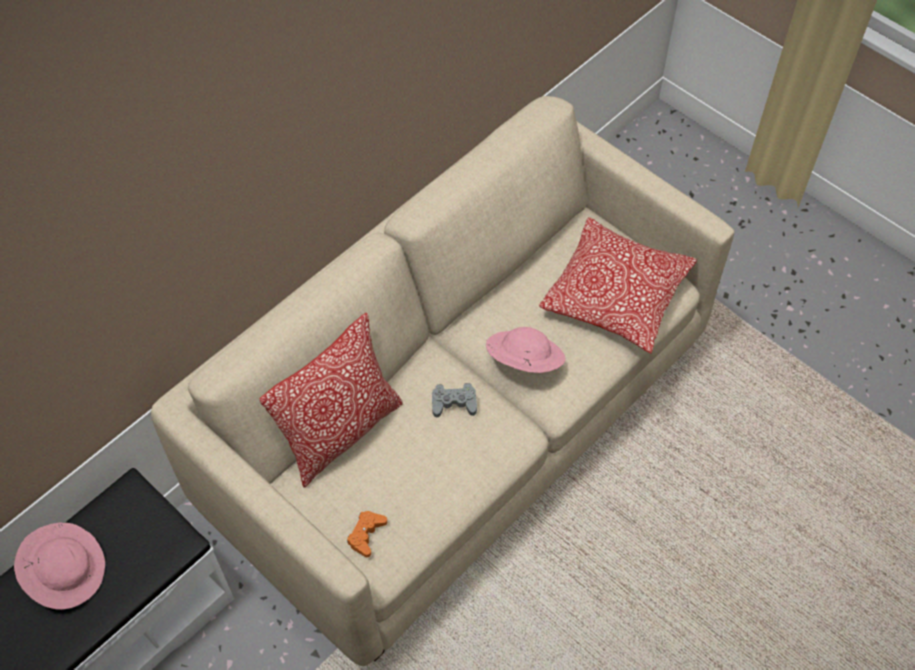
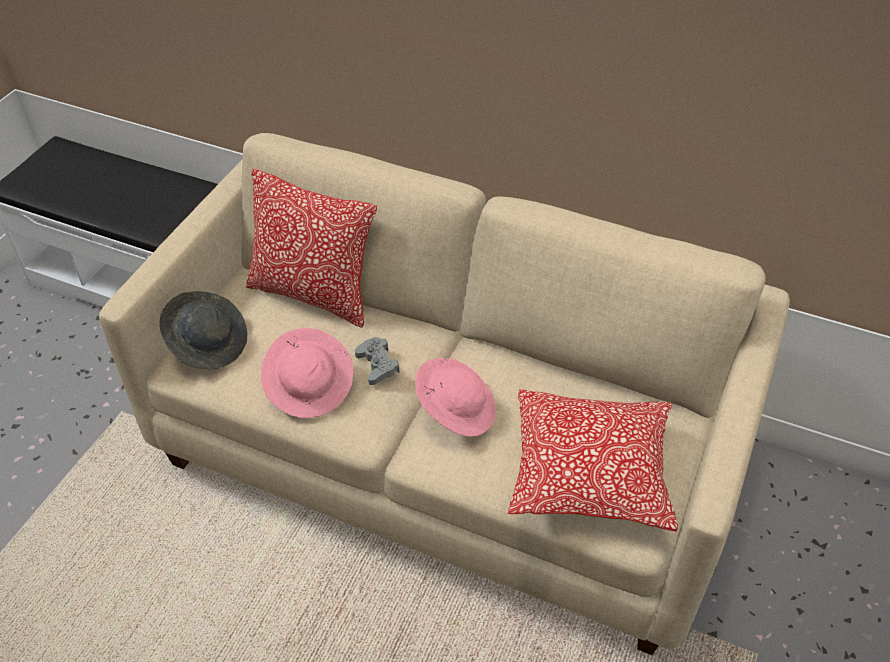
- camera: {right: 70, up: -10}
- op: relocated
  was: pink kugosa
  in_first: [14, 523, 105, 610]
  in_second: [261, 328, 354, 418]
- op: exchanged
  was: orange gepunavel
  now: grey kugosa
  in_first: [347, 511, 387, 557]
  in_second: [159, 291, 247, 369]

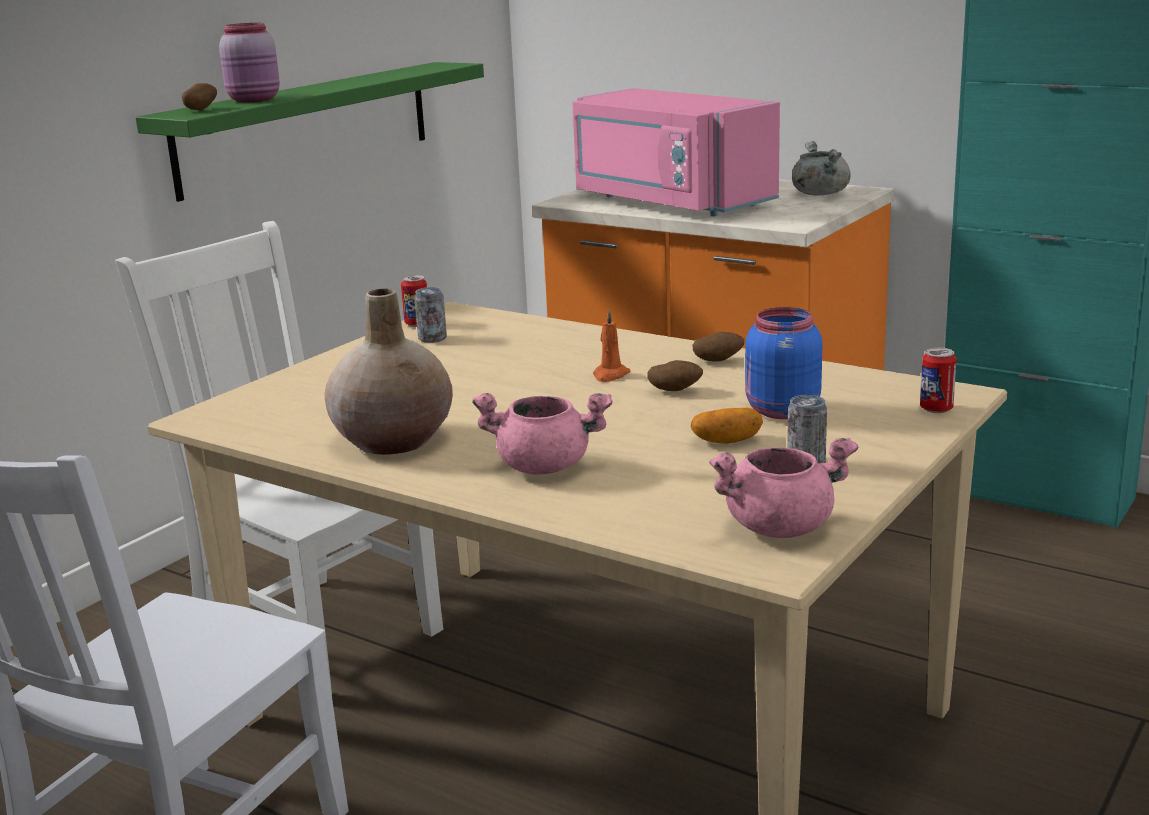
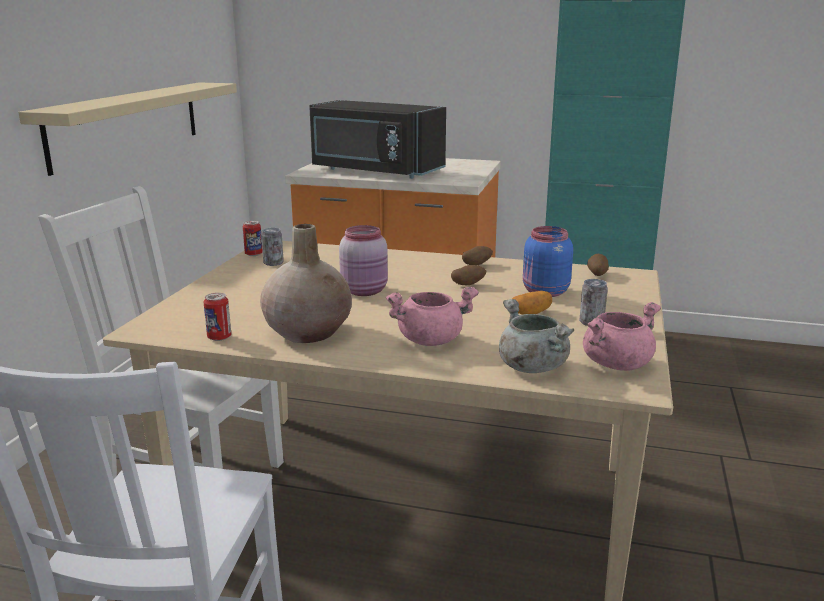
- camera: {right: -20, up: 0}
- op: missing
  was: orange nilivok
  in_first: [593, 310, 630, 382]
- op: relocated
  was: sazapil
  in_first: [182, 83, 217, 110]
  in_second: [587, 254, 609, 276]
- op: relocated
  was: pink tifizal
  in_first: [219, 23, 280, 103]
  in_second: [339, 225, 388, 296]
- op: relocated
  was: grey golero
  in_first: [792, 141, 851, 195]
  in_second: [499, 299, 574, 373]
- op: relocated
  was: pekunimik
  in_first: [920, 348, 957, 413]
  in_second: [203, 293, 231, 341]
- op: colour
  was: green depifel
  now: beige depifel
  in_first: [136, 62, 484, 202]
  in_second: [18, 82, 237, 176]
- op: colour
  was: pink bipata
  now: black bipata
  in_first: [572, 88, 780, 216]
  in_second: [310, 100, 446, 179]

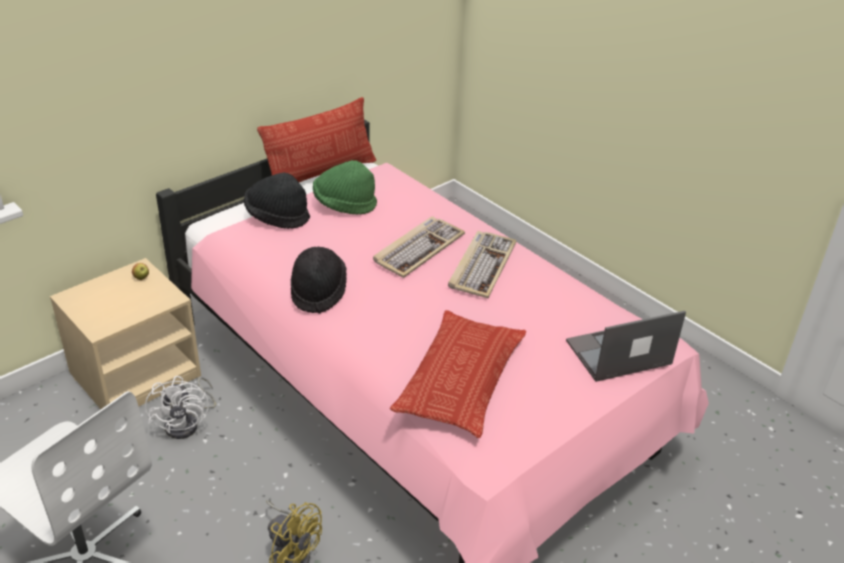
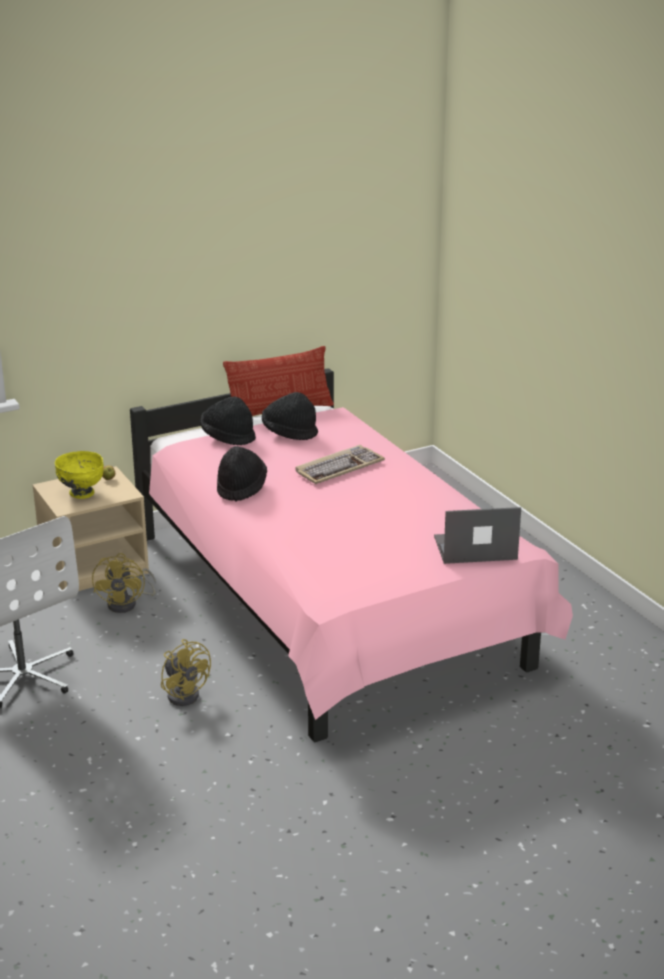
- camera: {right: 15, up: -10}
- op: missing
  was: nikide
  in_first: [390, 310, 526, 438]
- op: missing
  was: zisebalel
  in_first: [448, 231, 516, 298]
- op: appeared
  now: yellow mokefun
  in_second: [55, 451, 104, 499]
- op: colour
  was: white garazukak
  now: yellow garazukak
  in_first: [145, 376, 216, 439]
  in_second: [92, 553, 156, 613]
- op: colour
  was: green kugosa
  now: black kugosa
  in_first: [313, 160, 377, 215]
  in_second: [262, 392, 318, 440]

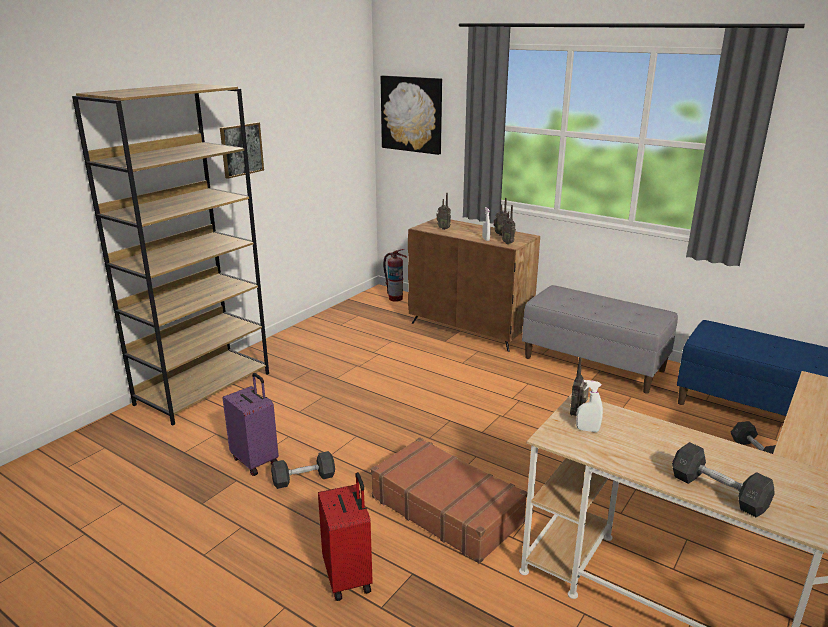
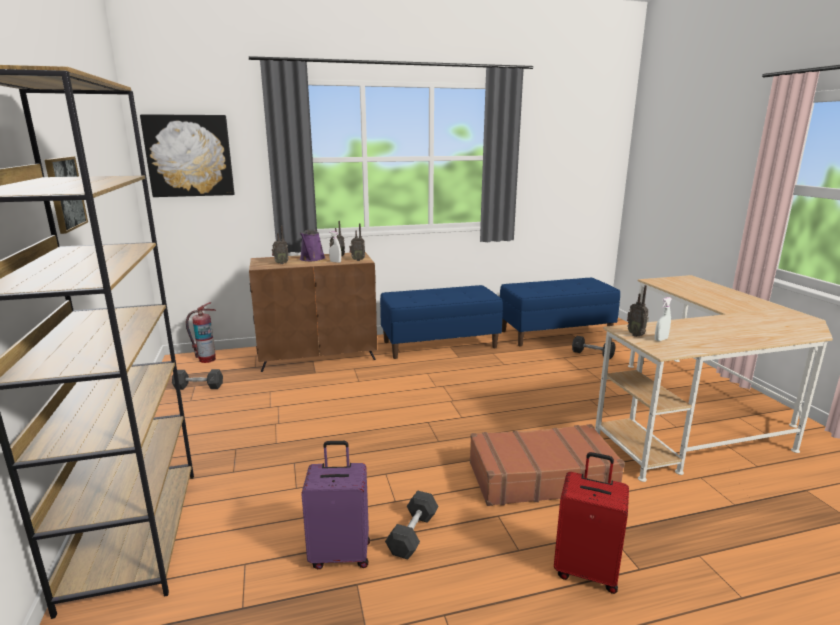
- camera: {right: -50, up: -5}
- op: appeared
  now: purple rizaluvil
  in_second: [300, 230, 325, 261]
- op: relocated
  was: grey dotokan
  in_first: [672, 442, 774, 517]
  in_second: [172, 369, 223, 390]
- op: colour
  was: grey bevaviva
  now: blue bevaviva
  in_first: [522, 285, 678, 393]
  in_second: [380, 285, 503, 359]

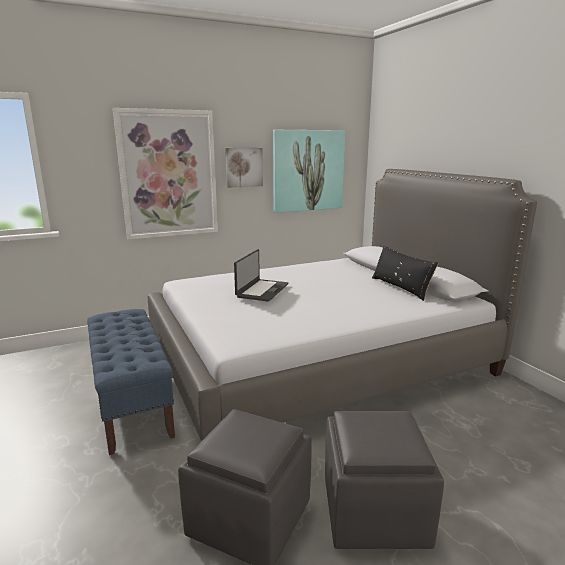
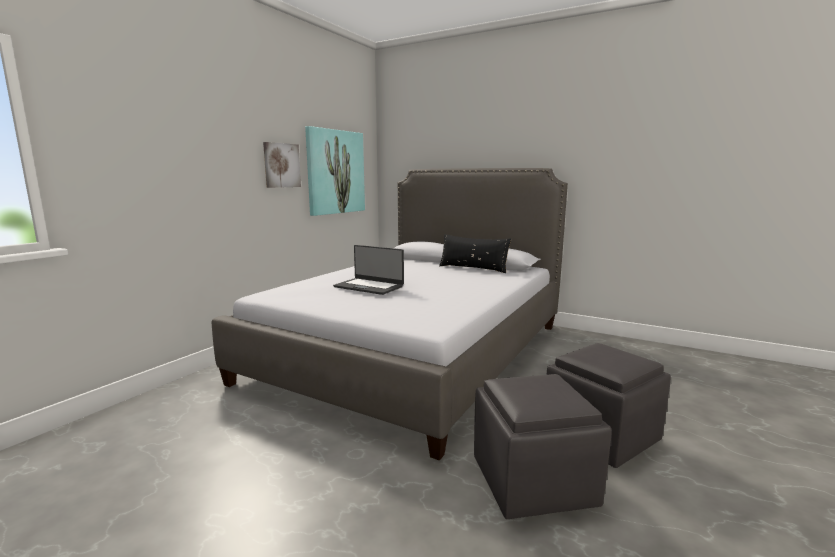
- camera: {right: -35, up: -5}
- op: missing
  was: blue bevaviva
  in_first: [87, 309, 175, 455]
- op: missing
  was: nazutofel
  in_first: [113, 108, 218, 240]
- op: spun
  was: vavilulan
  in_first: [234, 249, 288, 302]
  in_second: [333, 245, 404, 295]
  clockwise: 135

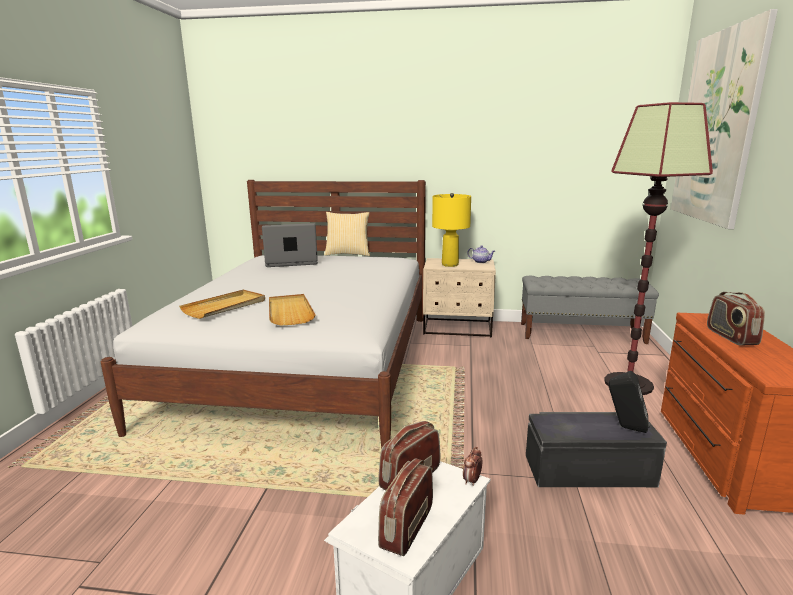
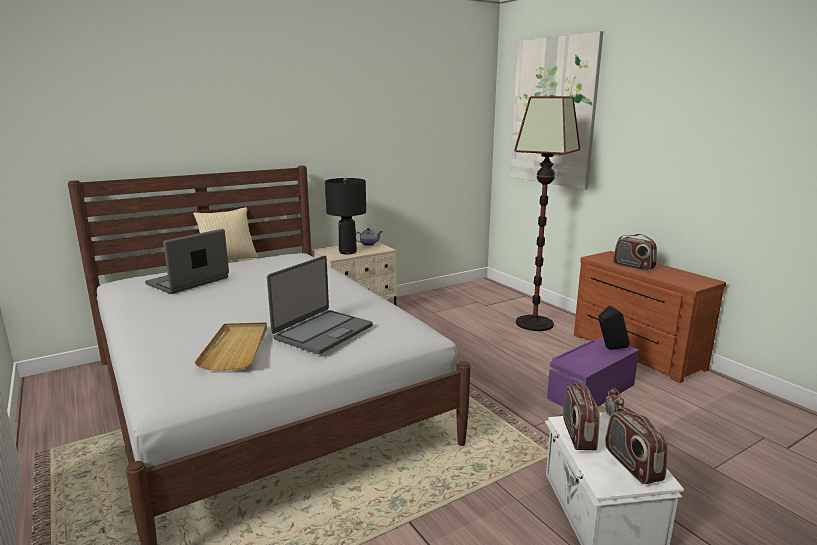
- camera: {right: -40, up: 0}
- op: missing
  was: grey bevaviva
  in_first: [521, 276, 659, 344]
- op: exchanged
  was: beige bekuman
  now: vavilulan
  in_first: [269, 294, 316, 326]
  in_second: [267, 256, 373, 354]
- op: colour
  was: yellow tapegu
  now: black tapegu
  in_first: [432, 193, 471, 267]
  in_second: [325, 177, 366, 255]
- op: colour
  was: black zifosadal
  now: purple zifosadal
  in_first: [526, 412, 667, 487]
  in_second: [547, 338, 639, 407]

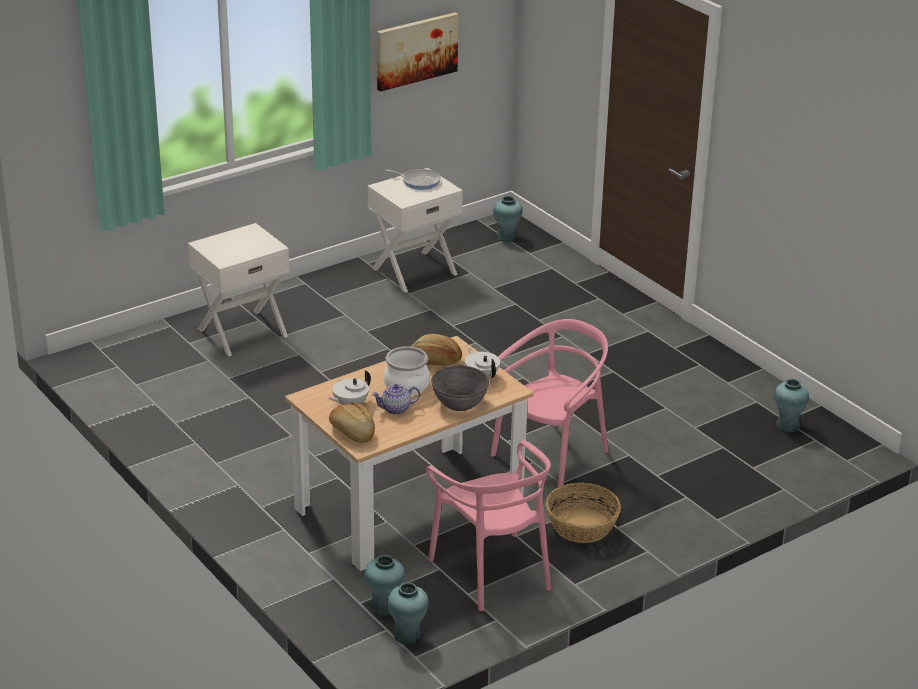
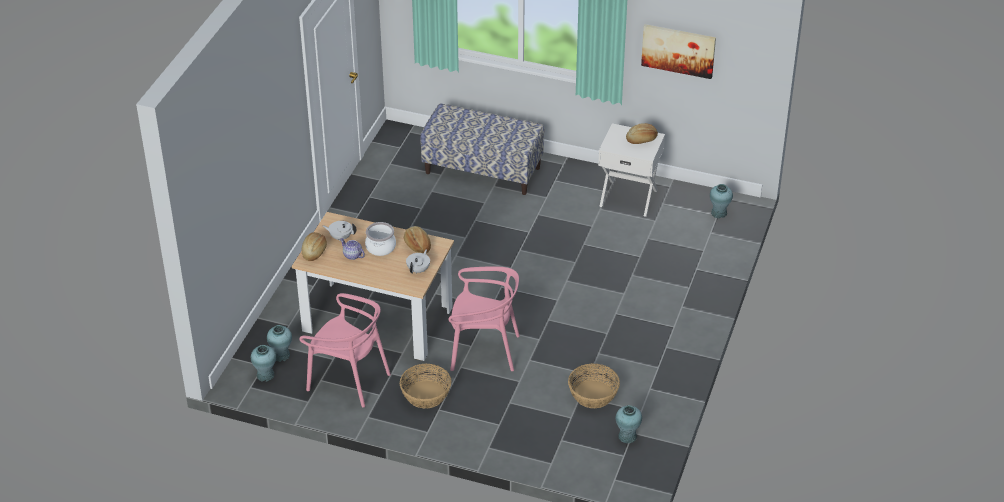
- camera: {right: 55, up: 10}
- op: missing
  was: grey mokefun
  in_first: [431, 366, 489, 411]
- op: appeared
  now: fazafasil
  in_second: [568, 363, 620, 408]
- op: exchanged
  was: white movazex
  now: bevaviva
  in_first: [188, 223, 290, 356]
  in_second: [420, 104, 544, 195]
- op: exchanged
  was: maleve
  now: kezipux
  in_first: [385, 169, 441, 190]
  in_second: [626, 123, 658, 144]
- op: spun
  was: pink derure
  in_first: [426, 441, 551, 611]
  in_second: [299, 293, 391, 407]
  clockwise: -90

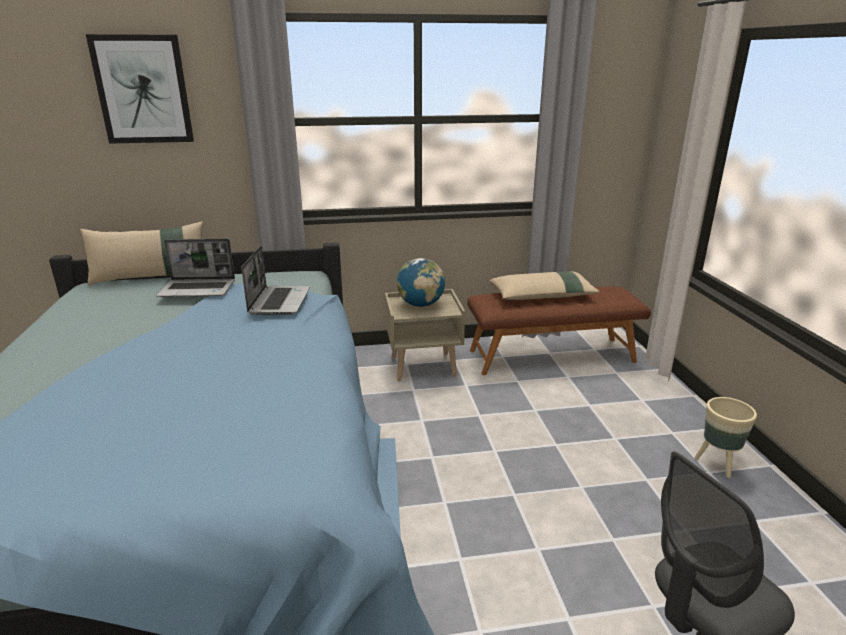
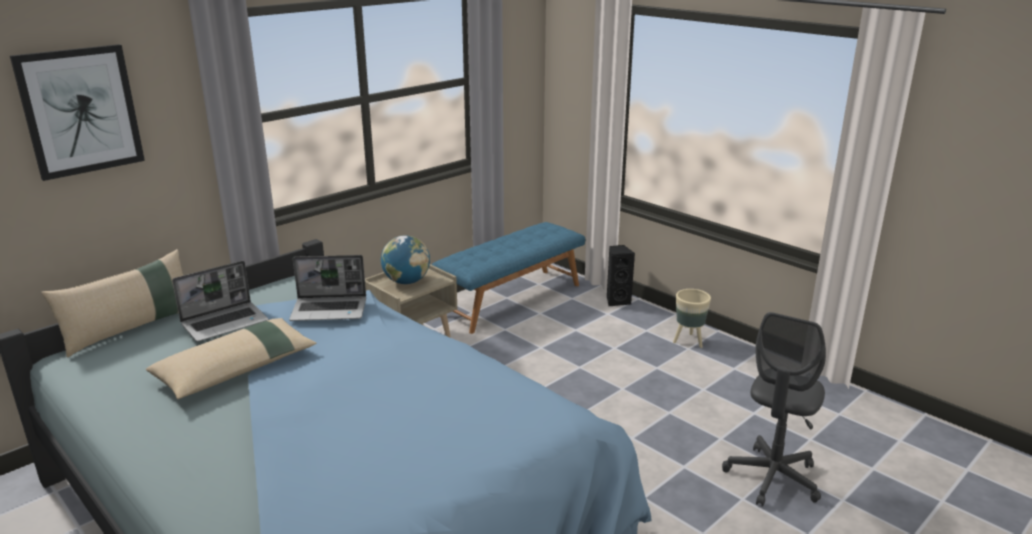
- camera: {right: -35, up: 0}
- op: appeared
  now: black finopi
  in_second: [607, 245, 635, 306]
- op: relocated
  was: beige nikide
  in_first: [489, 271, 600, 300]
  in_second: [146, 318, 317, 399]
- op: colour
  was: brown bevaviva
  now: blue bevaviva
  in_first: [467, 286, 651, 375]
  in_second: [432, 222, 585, 334]
- op: spun
  was: vavilulan
  in_first: [241, 246, 310, 315]
  in_second: [289, 255, 366, 321]
  clockwise: 120

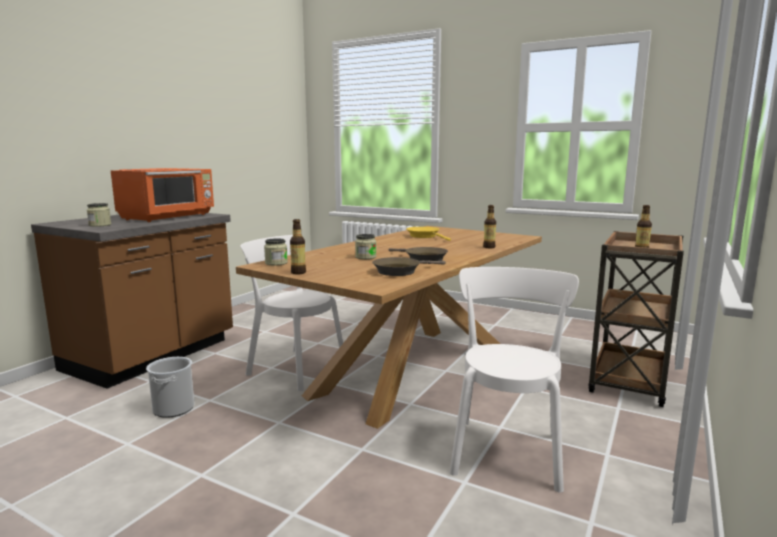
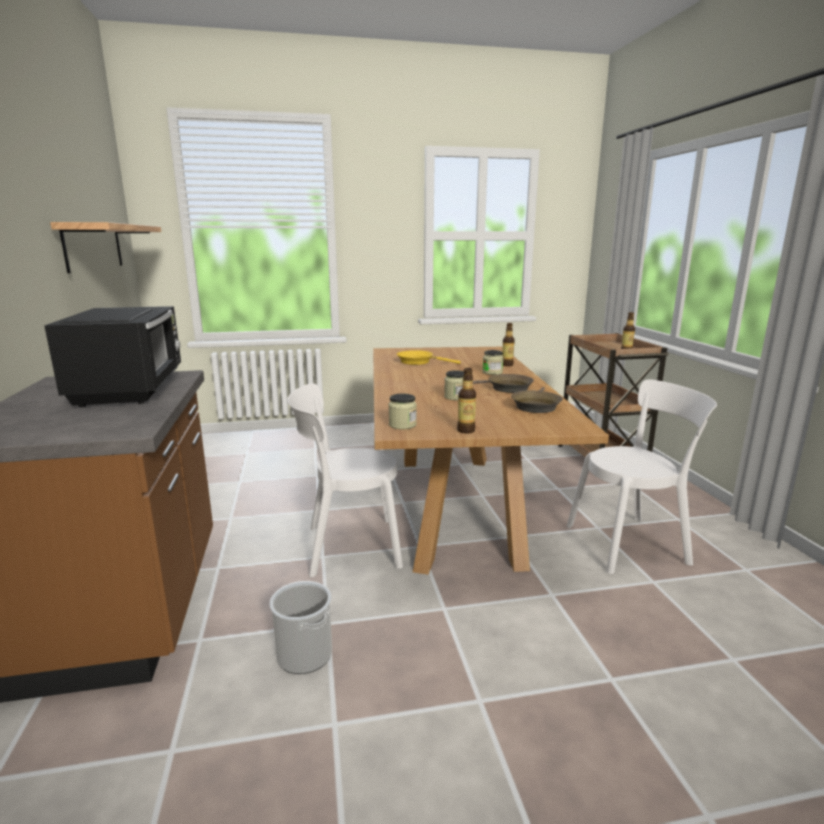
- camera: {right: -40, up: 5}
- op: appeared
  now: depifel
  in_second: [50, 222, 161, 273]
- op: relocated
  was: tifizal
  in_first: [87, 203, 111, 227]
  in_second: [483, 350, 503, 375]
- op: colour
  was: orange bipata
  now: black bipata
  in_first: [111, 168, 214, 222]
  in_second: [44, 306, 181, 407]
- op: spun
  was: white derure
  in_first: [449, 267, 579, 493]
  in_second: [567, 379, 717, 574]
  clockwise: 105

